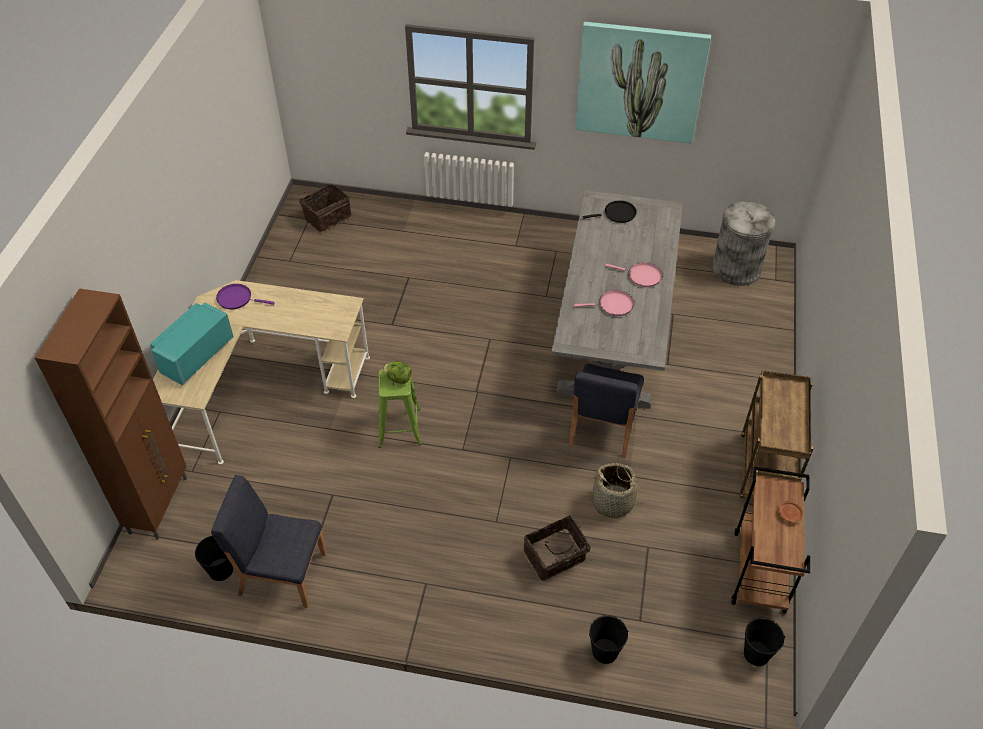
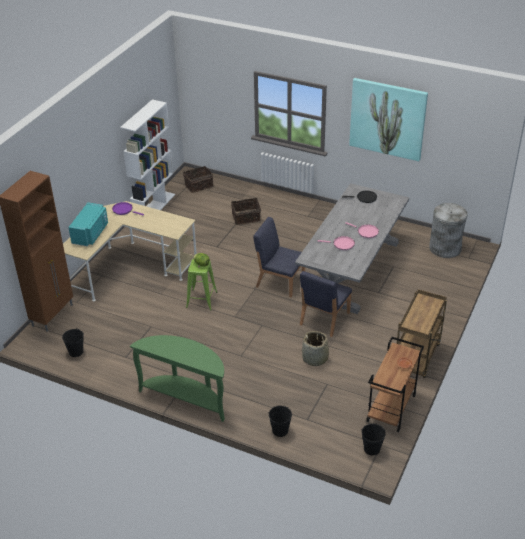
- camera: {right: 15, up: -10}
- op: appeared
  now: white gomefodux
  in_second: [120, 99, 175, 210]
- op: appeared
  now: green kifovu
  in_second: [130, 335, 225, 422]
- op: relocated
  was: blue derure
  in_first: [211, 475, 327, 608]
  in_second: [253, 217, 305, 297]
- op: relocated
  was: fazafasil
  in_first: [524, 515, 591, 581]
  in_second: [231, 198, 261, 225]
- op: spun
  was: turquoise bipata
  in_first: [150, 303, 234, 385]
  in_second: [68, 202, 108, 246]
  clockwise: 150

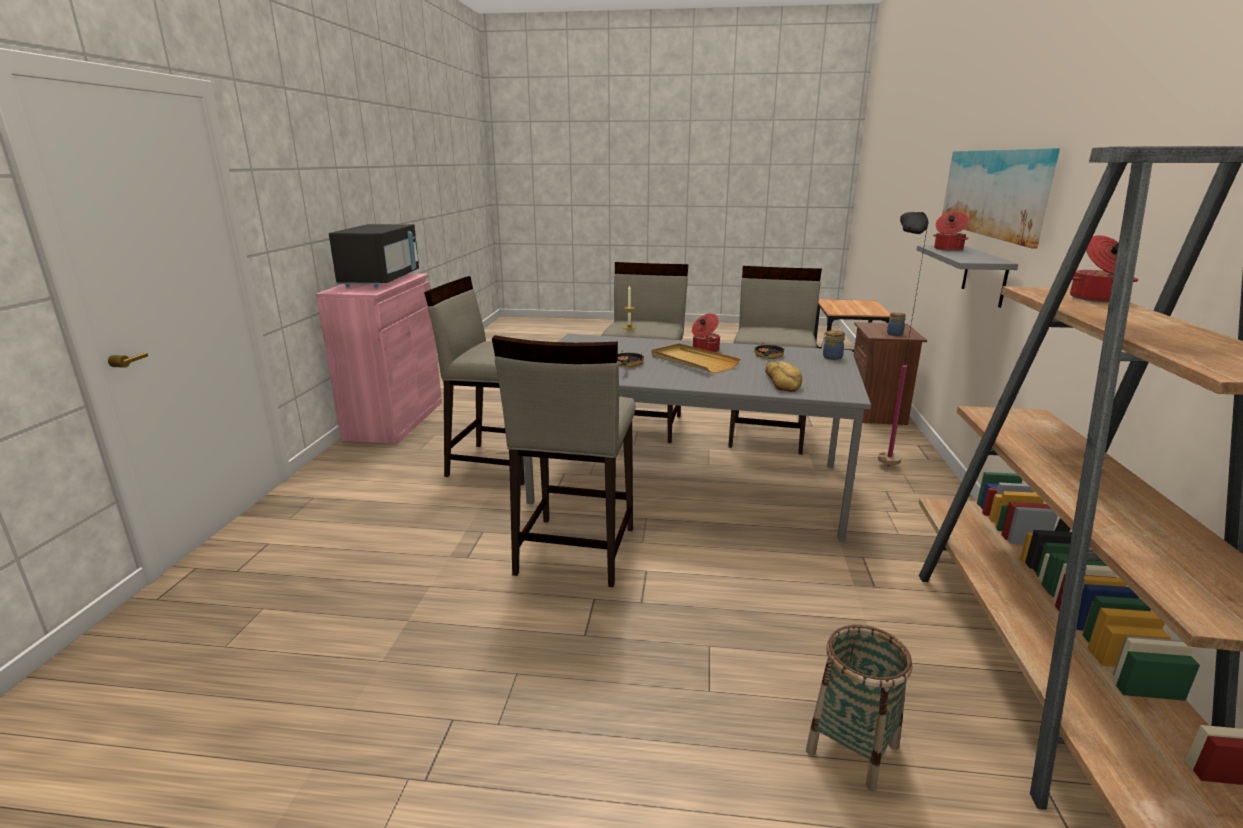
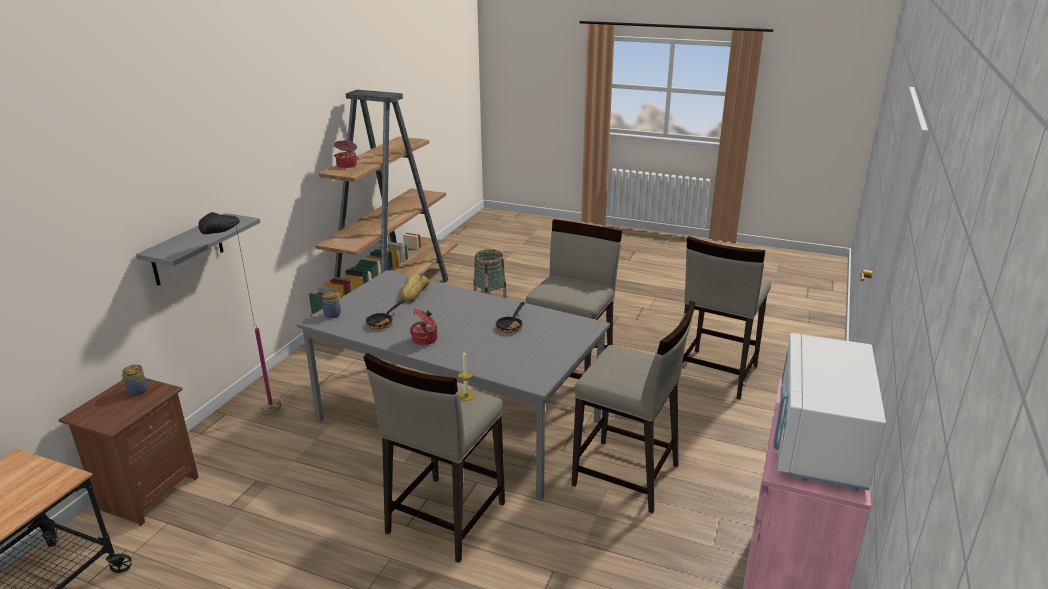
- camera: {right: -165, up: 5}
- op: missing
  was: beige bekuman
  in_first: [651, 343, 740, 373]
- op: missing
  was: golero
  in_first: [933, 211, 969, 251]
- op: missing
  was: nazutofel
  in_first: [942, 148, 1060, 248]
- op: relocated
  was: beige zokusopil
  in_first: [728, 266, 822, 455]
  in_second: [678, 236, 771, 399]
- op: colour
  was: black bipata
  now: white bipata
  in_first: [329, 224, 419, 287]
  in_second: [774, 333, 886, 490]

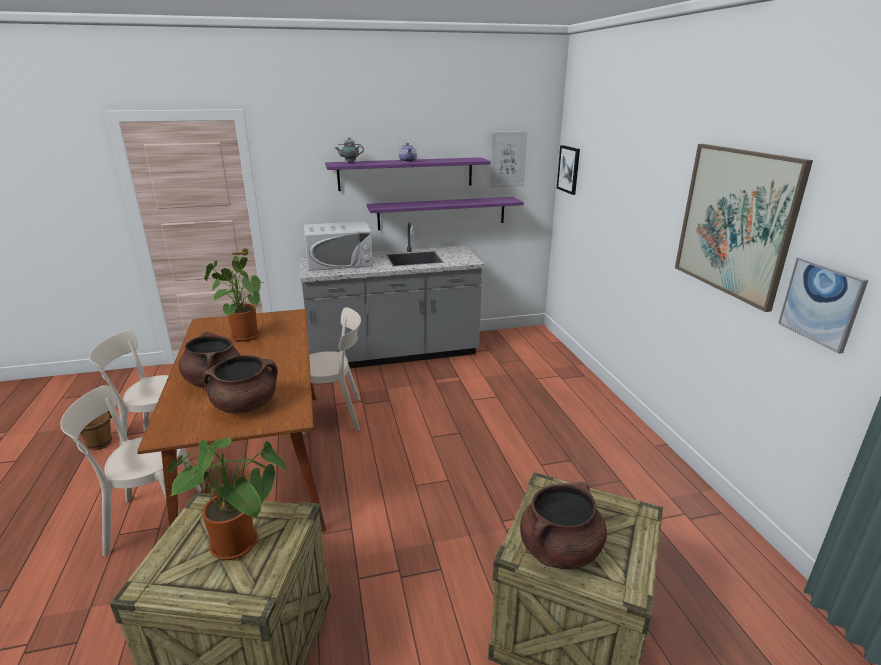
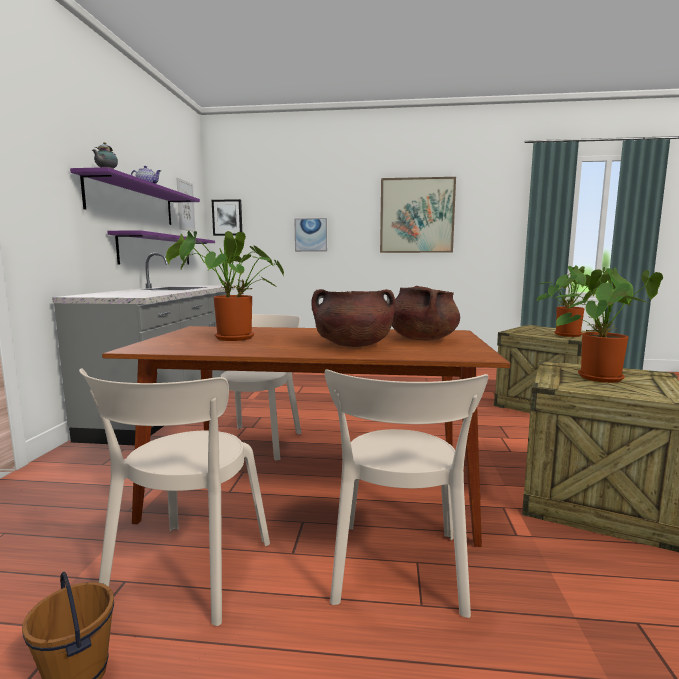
- camera: {right: -70, up: -15}
- op: missing
  was: white bipata
  in_first: [304, 221, 373, 271]
- op: relocated
  was: nazutofel
  in_first: [778, 257, 868, 354]
  in_second: [295, 218, 327, 252]
- op: exchanged
  was: brown golero
  now: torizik
  in_first: [520, 482, 607, 569]
  in_second: [537, 265, 610, 337]

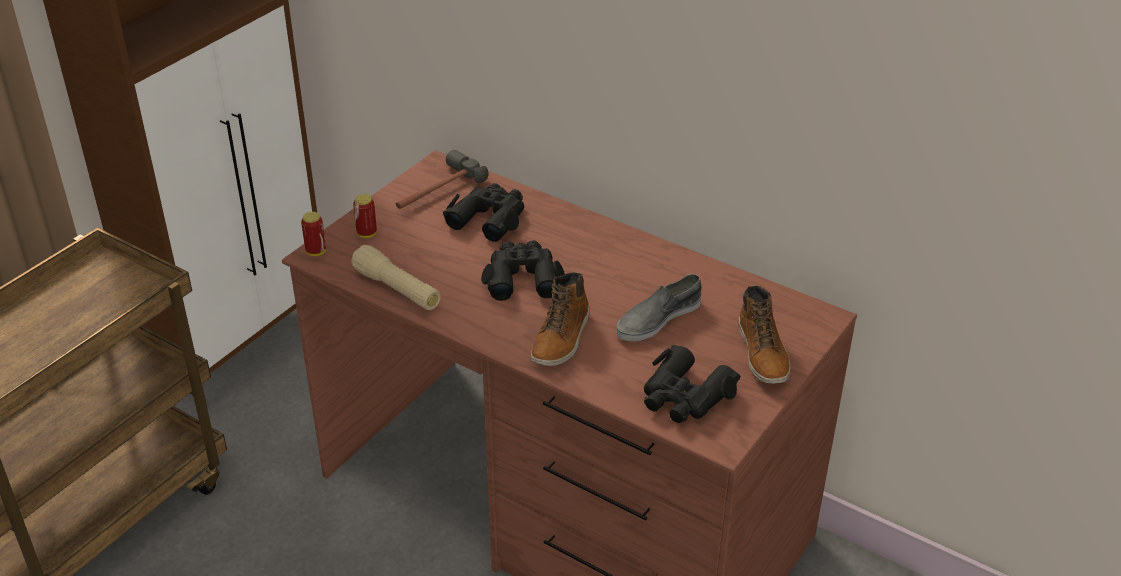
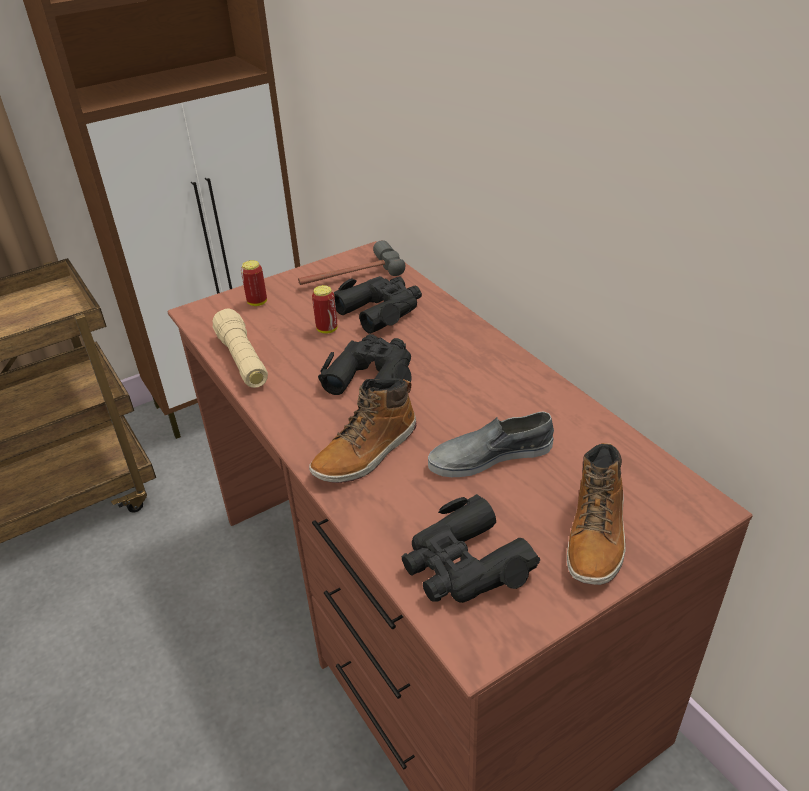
- camera: {right: 25, up: 0}
- op: relocated
  was: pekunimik
  in_first: [301, 212, 326, 256]
  in_second: [312, 285, 338, 334]

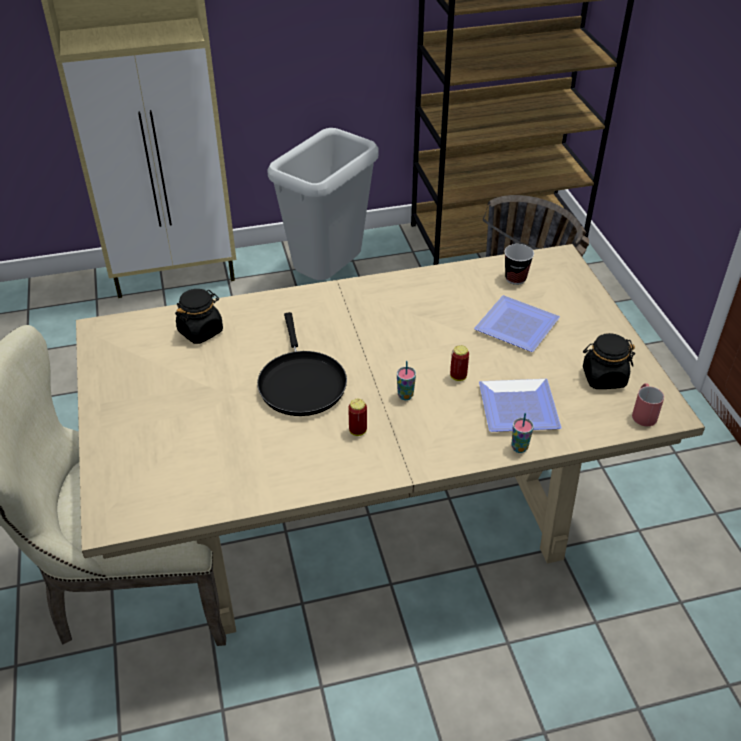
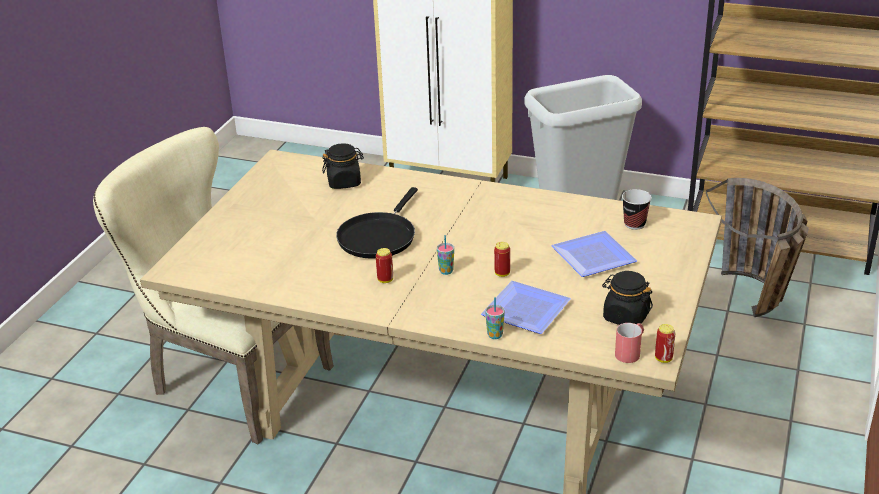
- camera: {right: 35, up: -10}
- op: appeared
  now: pekunimik
  in_second: [655, 324, 675, 363]

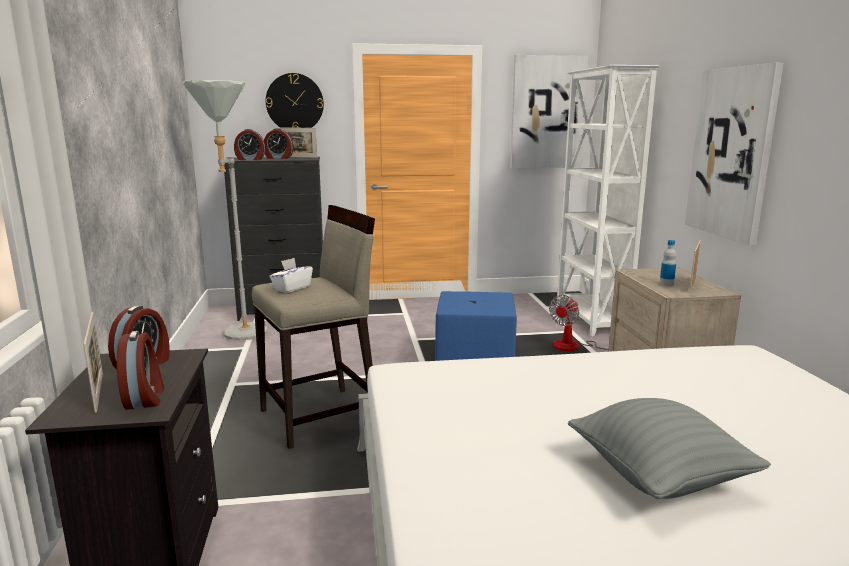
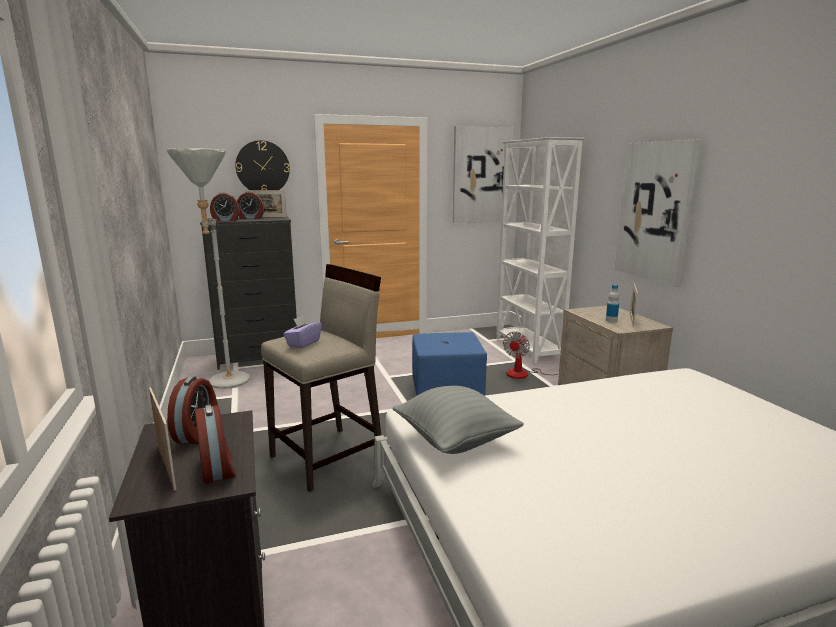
- camera: {right: -10, up: 0}
- op: relocated
  was: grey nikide
  in_first: [568, 398, 771, 499]
  in_second: [393, 386, 524, 454]
- op: colour
  was: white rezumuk
  now: purple rezumuk
  in_first: [269, 258, 313, 293]
  in_second: [283, 315, 322, 348]

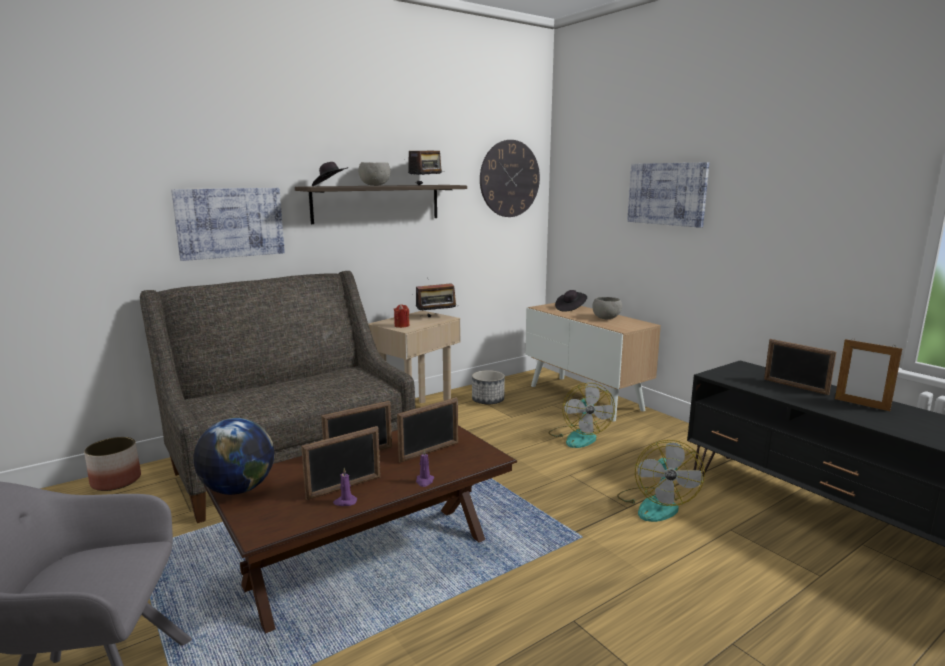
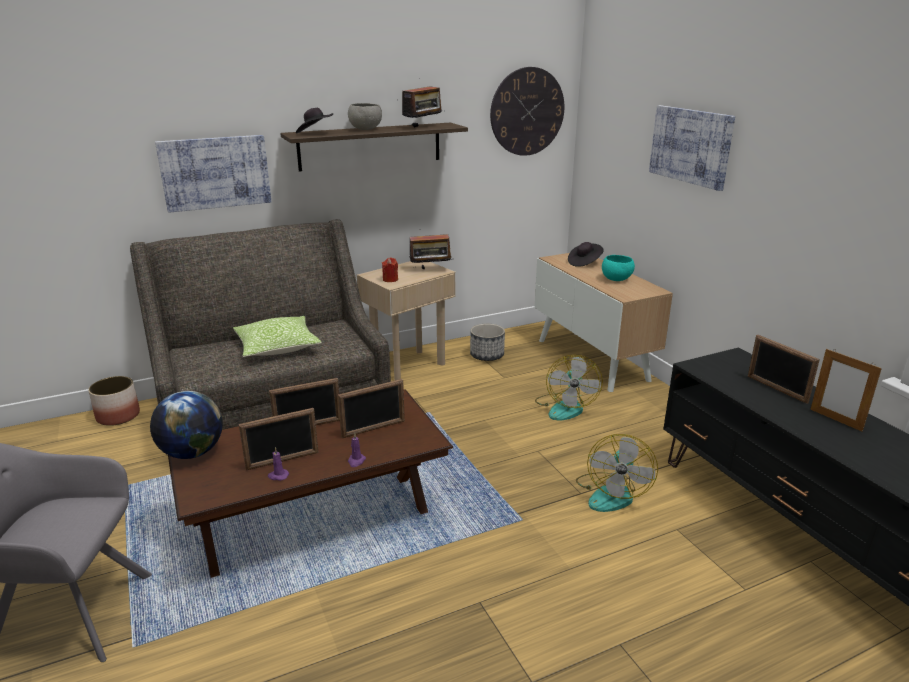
- camera: {right: 10, up: 10}
- op: appeared
  now: nikide
  in_second: [233, 316, 322, 357]
- op: colour
  was: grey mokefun
  now: turquoise mokefun
  in_first: [592, 297, 622, 319]
  in_second: [602, 255, 635, 281]

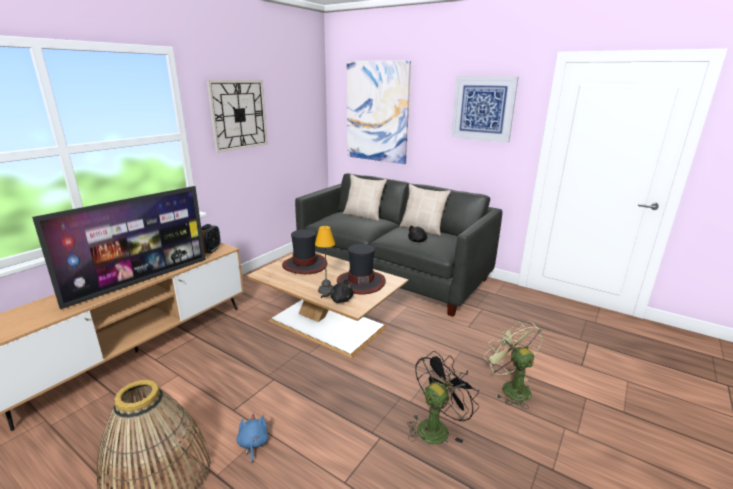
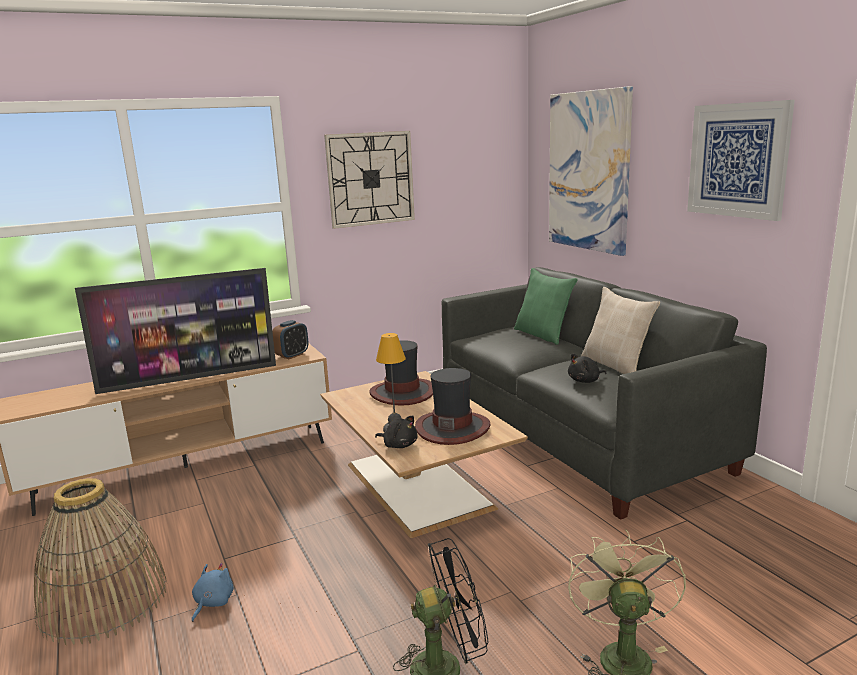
- camera: {right: 30, up: -5}
- op: colour
  was: beige nikide
  now: green nikide
  in_first: [343, 174, 387, 221]
  in_second: [514, 268, 578, 345]

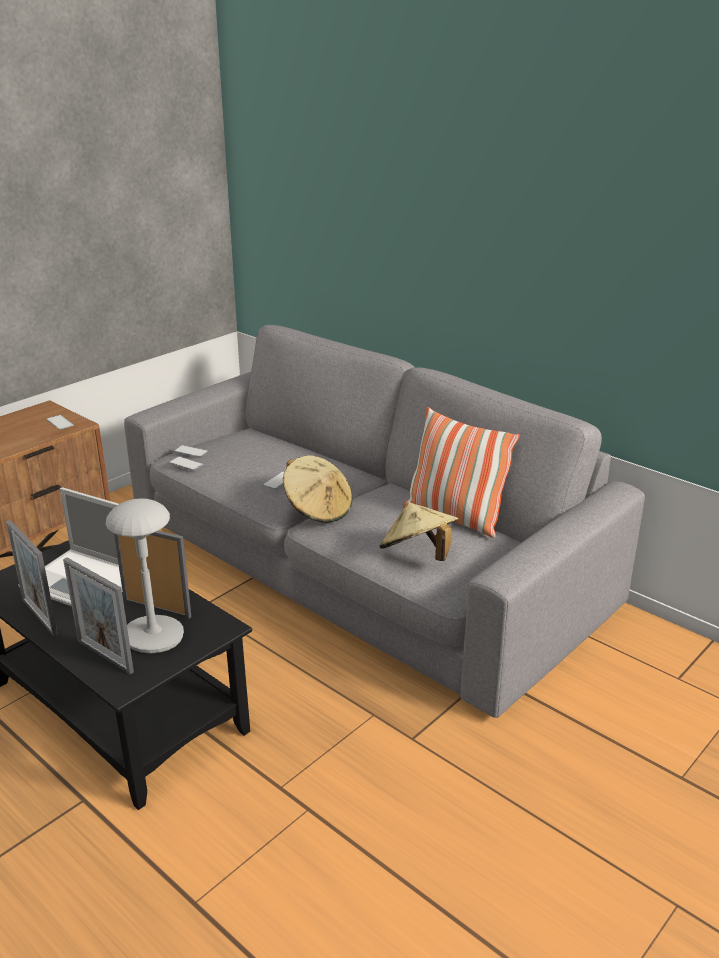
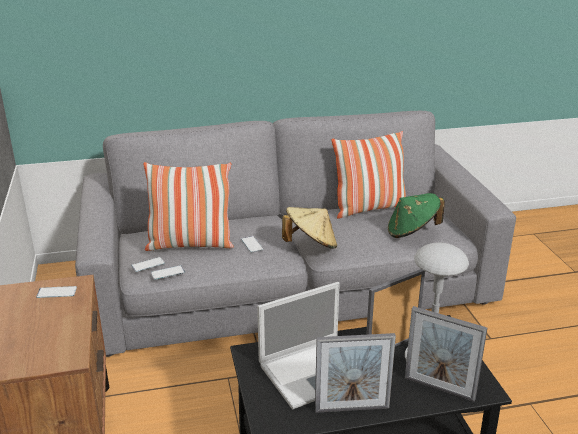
- camera: {right: -55, up: 0}
- op: appeared
  now: nikide
  in_second: [143, 162, 234, 251]
- op: colour
  was: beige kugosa
  now: green kugosa
  in_first: [380, 502, 459, 561]
  in_second: [388, 193, 445, 238]
- op: spun
  was: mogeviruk
  in_first: [63, 557, 134, 675]
  in_second: [405, 306, 487, 402]
  clockwise: 45

